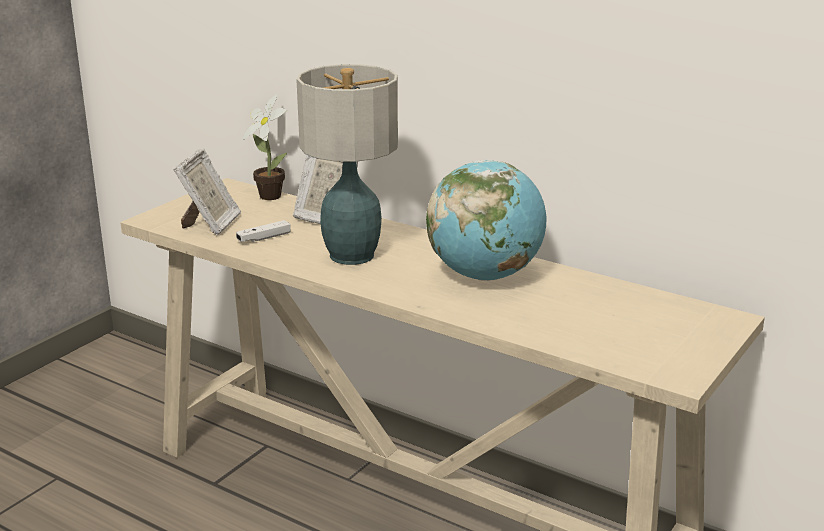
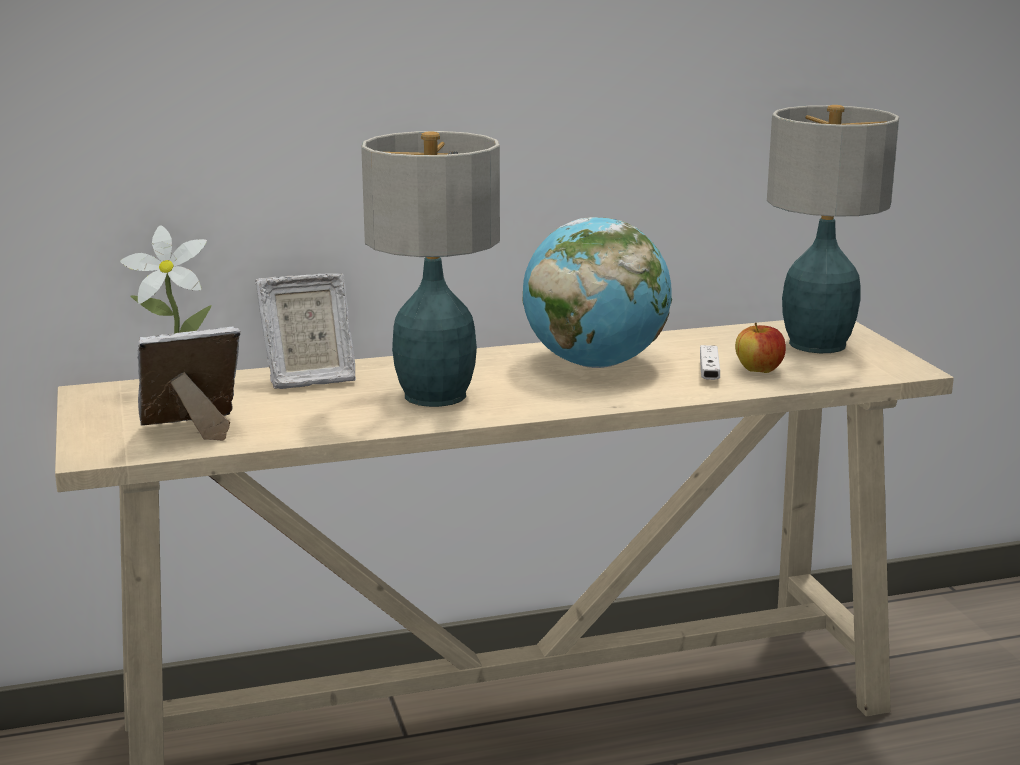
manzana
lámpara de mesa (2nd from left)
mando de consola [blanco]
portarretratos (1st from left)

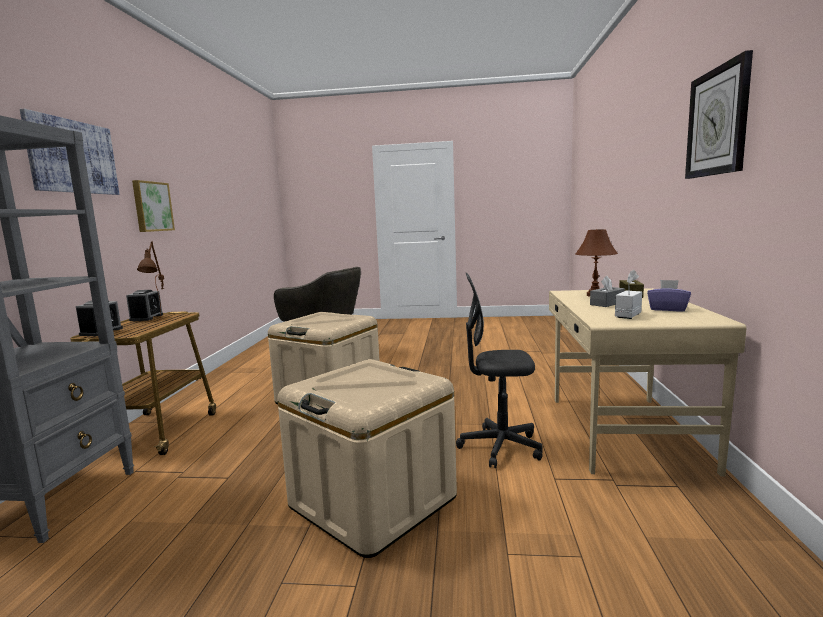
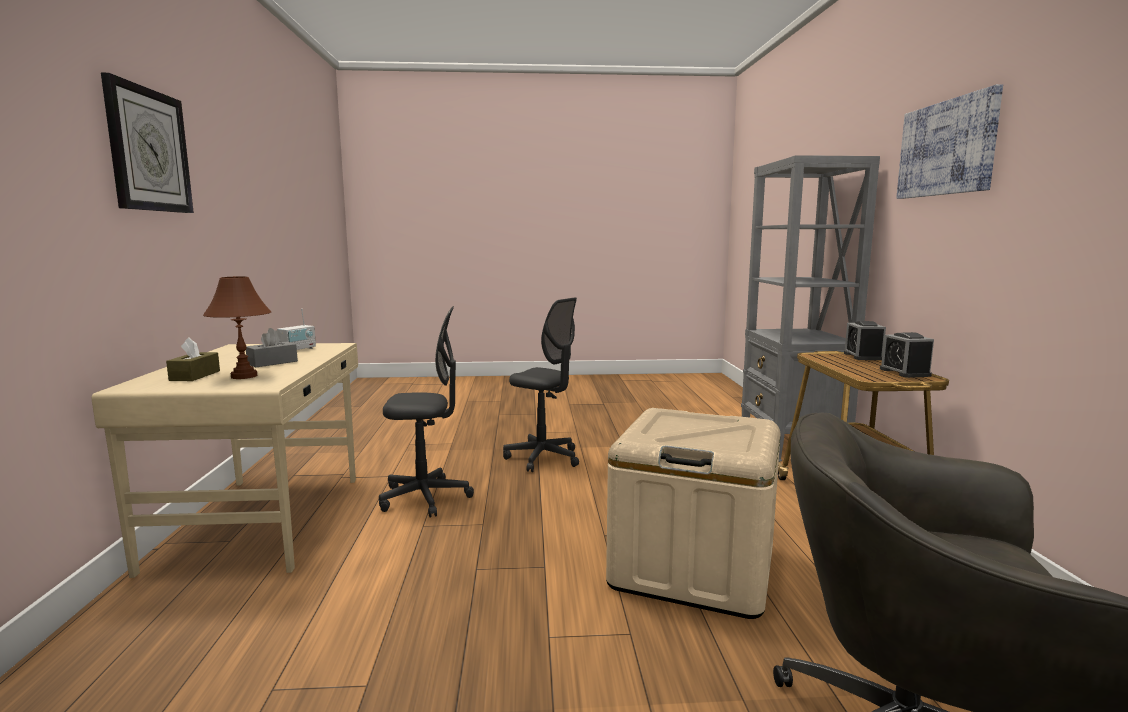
cuadro (2nd from left in the first image)
lámpara de mesa [marrón] (1st from left in the first image)
caja de pañuelos [morado]
silla de oficina [gris] (2nd from left)

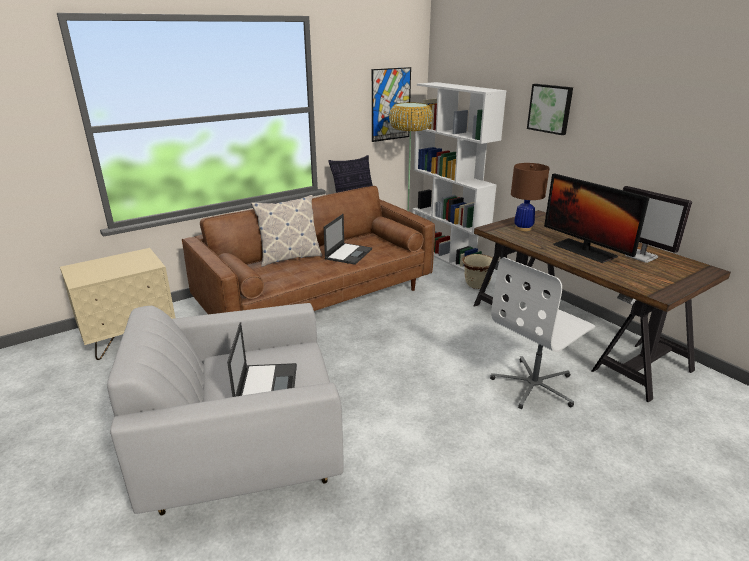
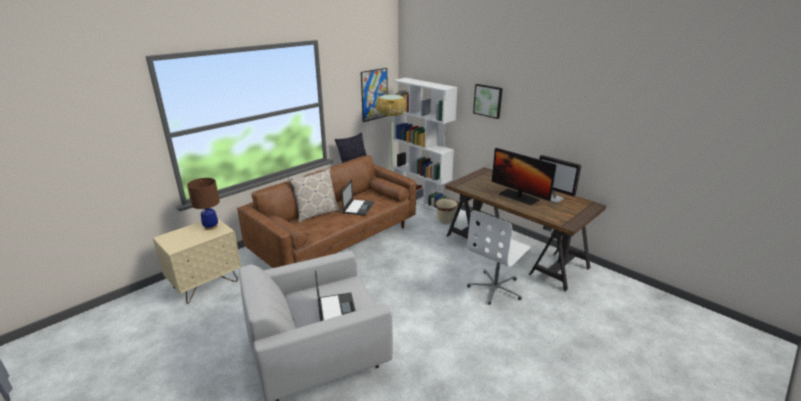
lámpara de mesa [marrón]

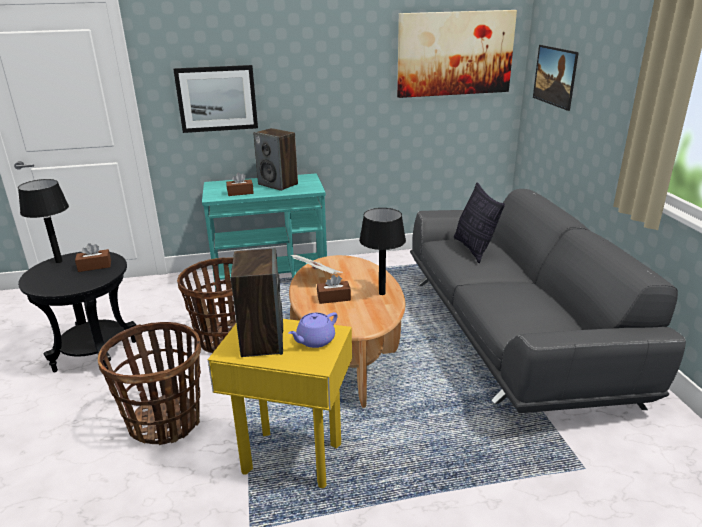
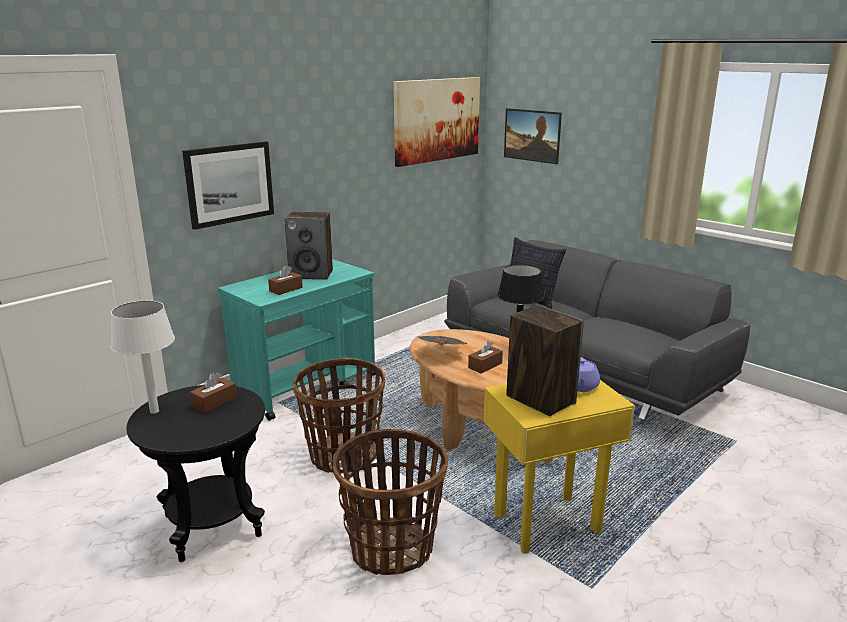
lámpara de mesa [blanco]

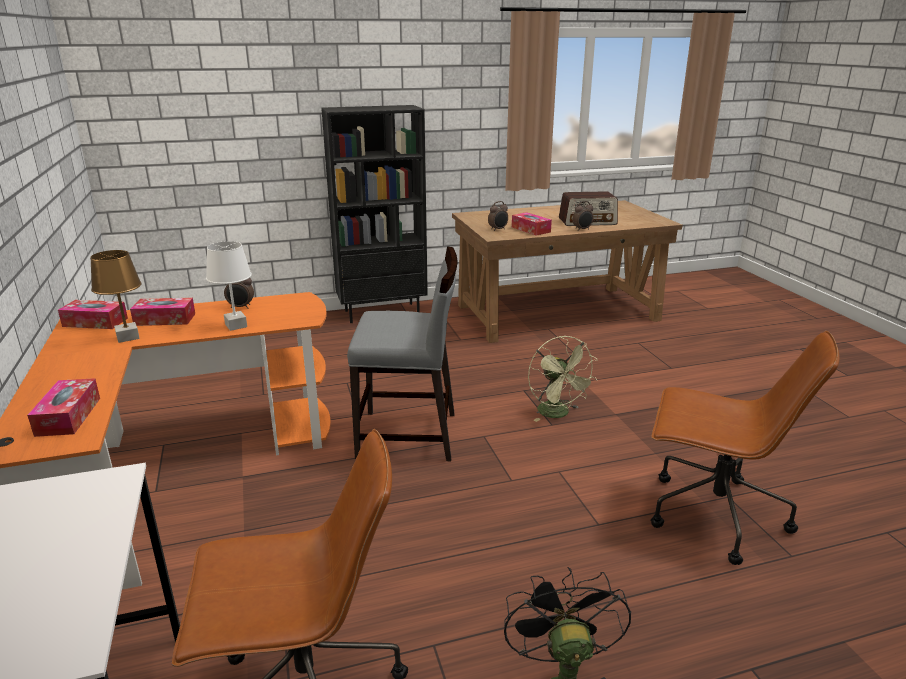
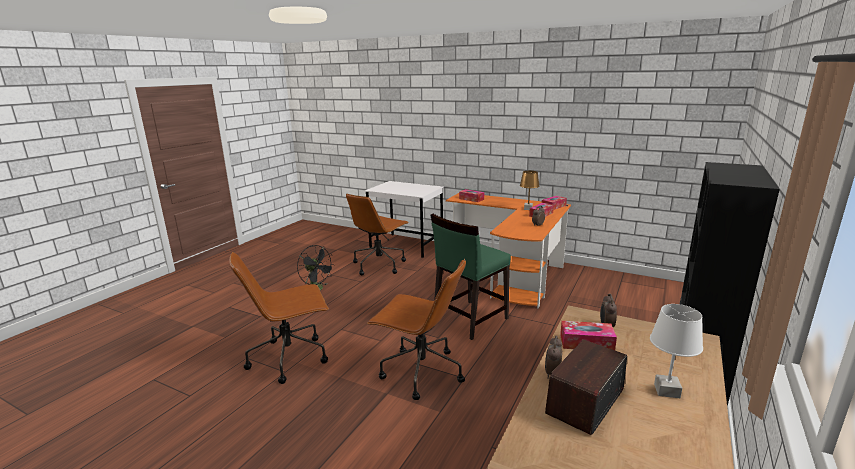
lámpara de mesa [blanco]
silla de oficina [marrón] (3rd from left)
silla [verde]

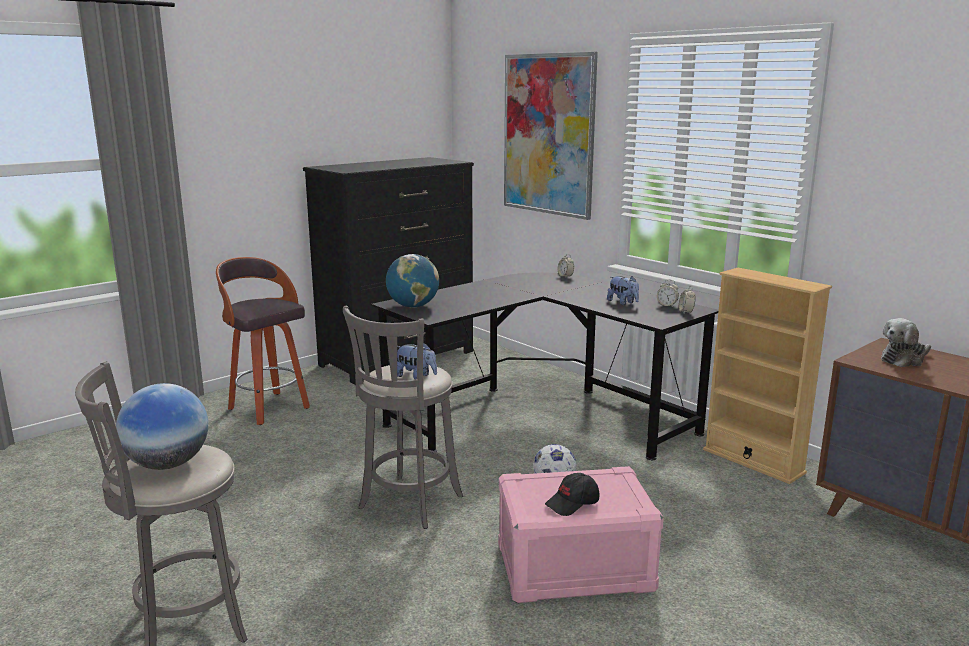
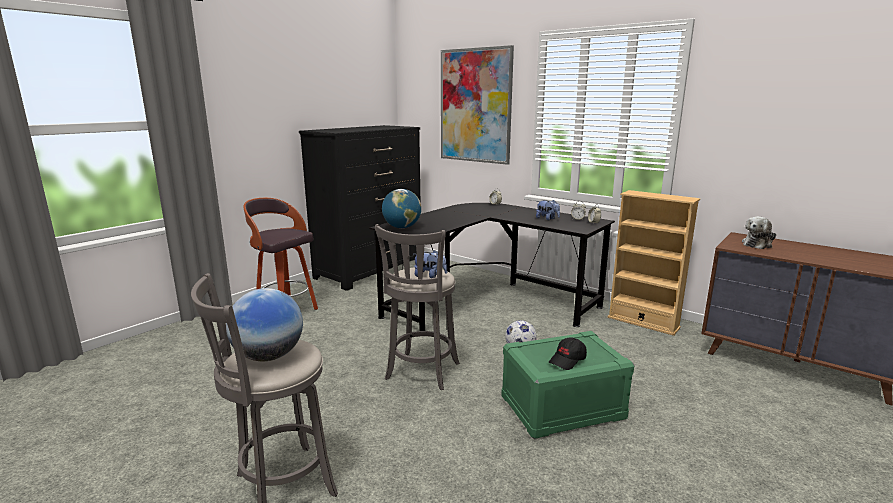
caja de almacenaje [verde]

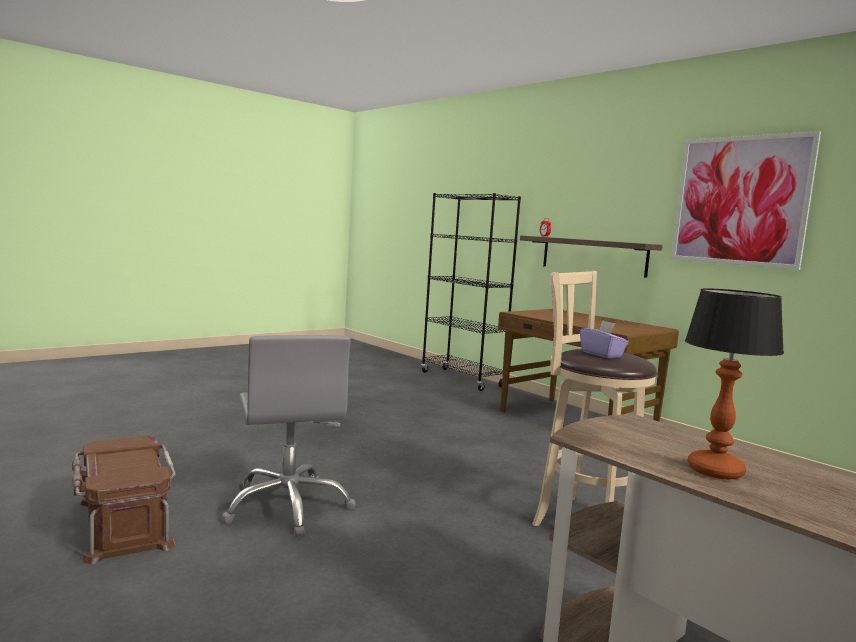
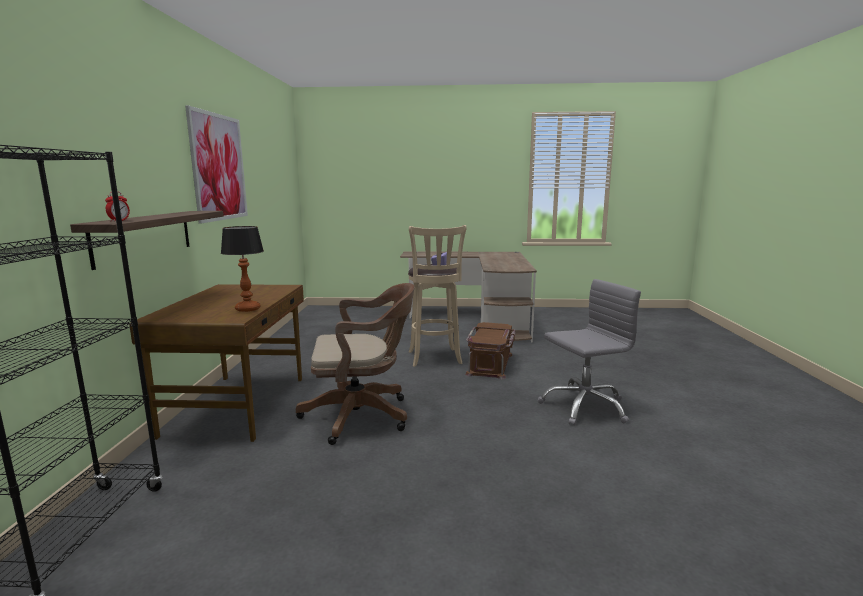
silla de oficina [marrón]
caja de almacenaje [marrón]
lámpara de mesa
silla de oficina [gris]

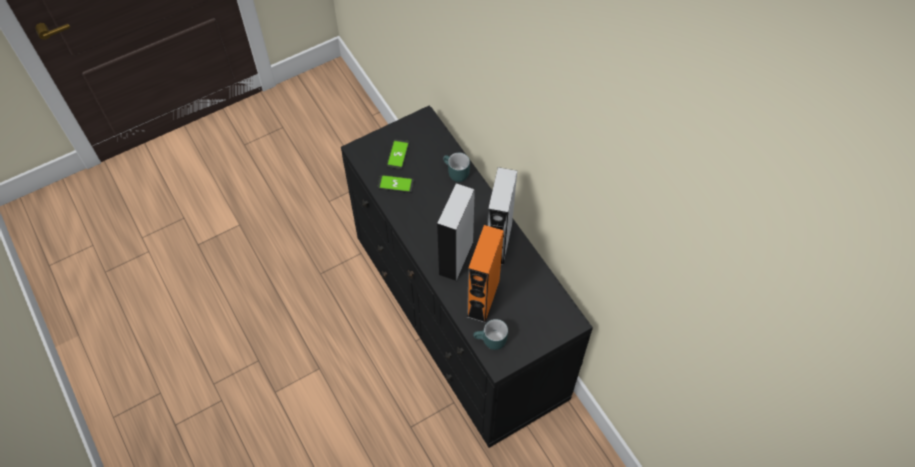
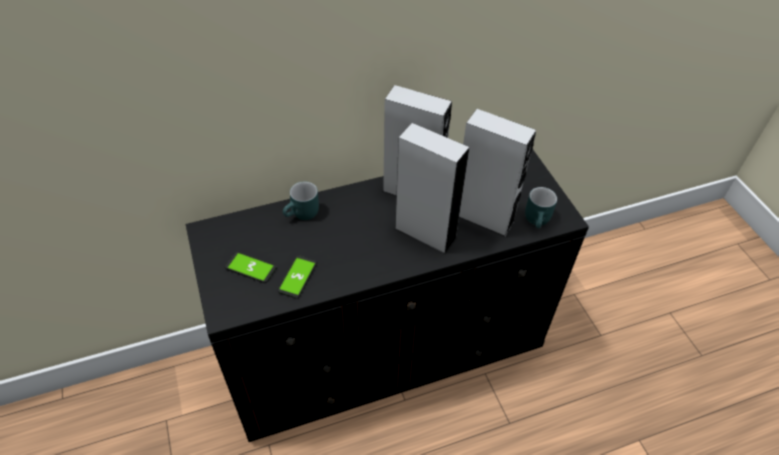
altavoz [gris] (3rd from left)

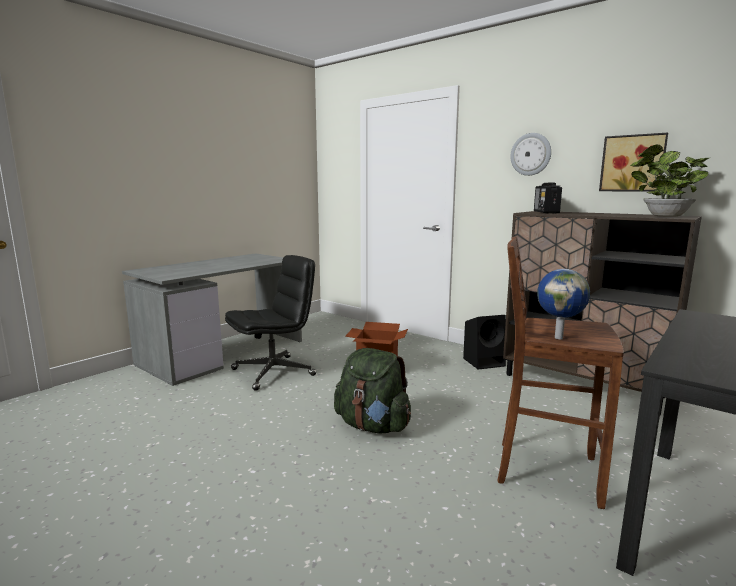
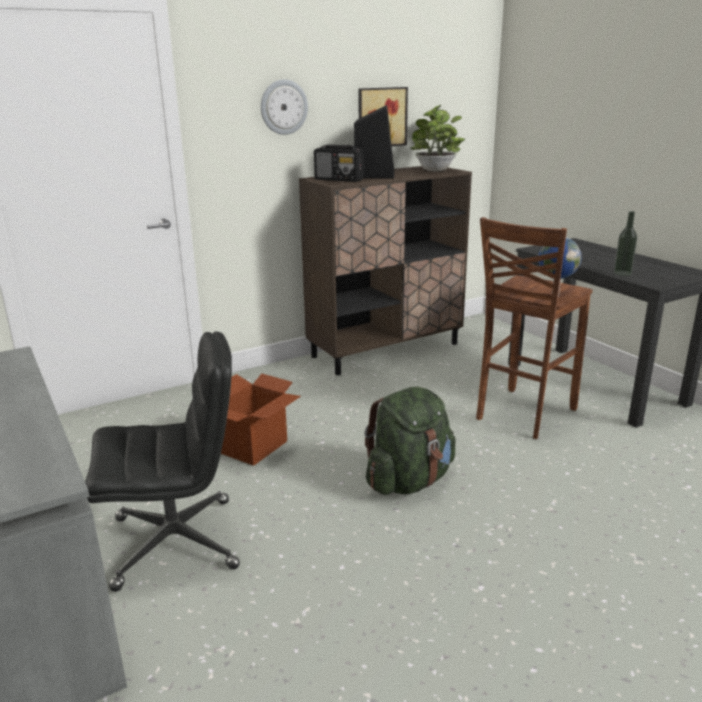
botella
altavoz [negro]
silla de oficina [negro]

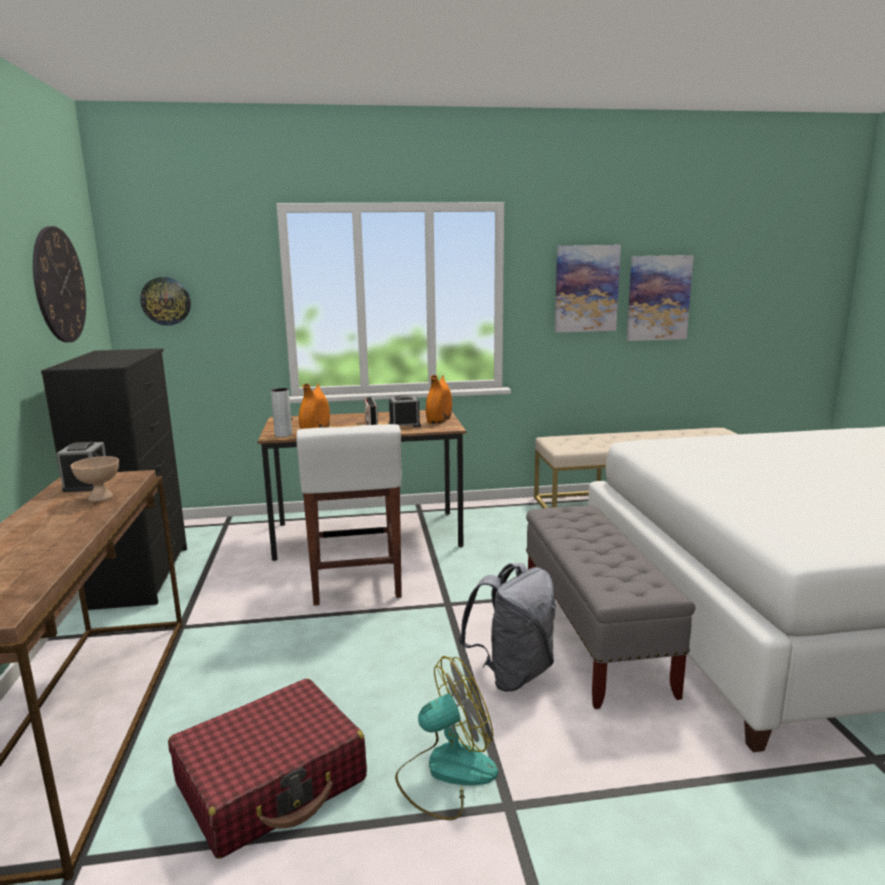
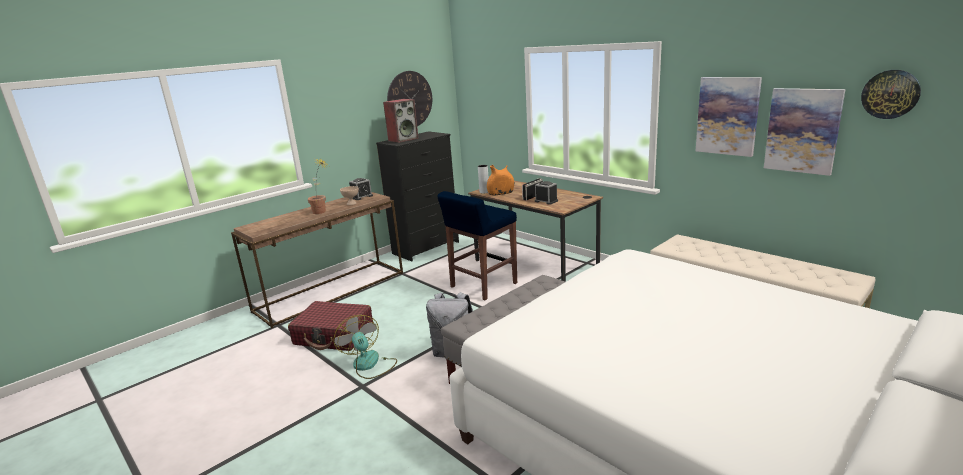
florero [naranja] (2nd from left in the first image)
planta en maceta
altavoz
reloj de pared (2nd from left)
taburete [azul]
ventilador

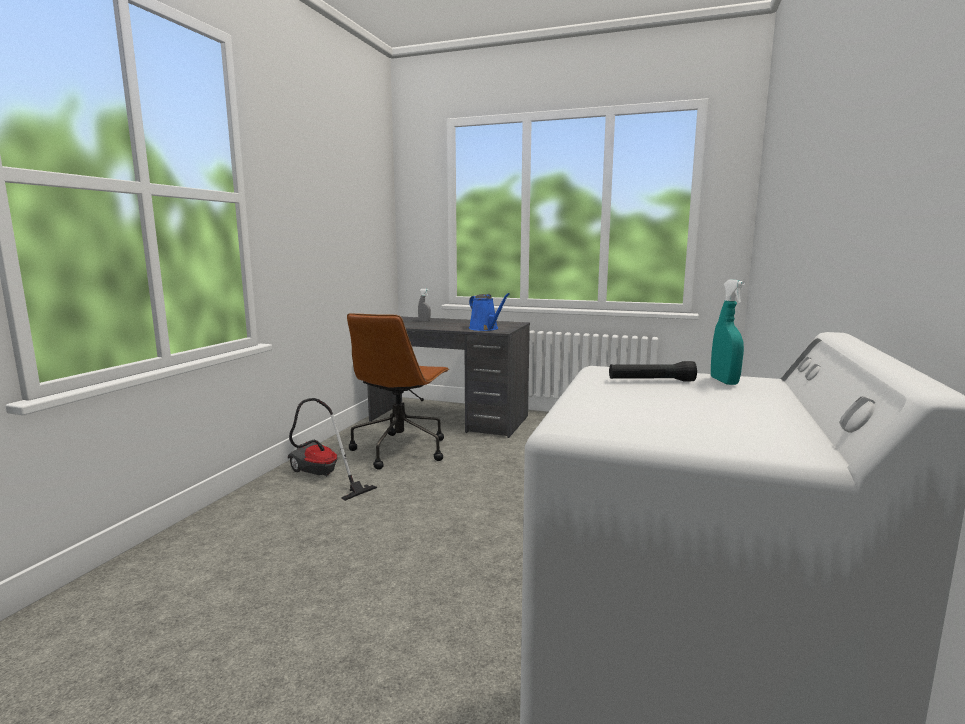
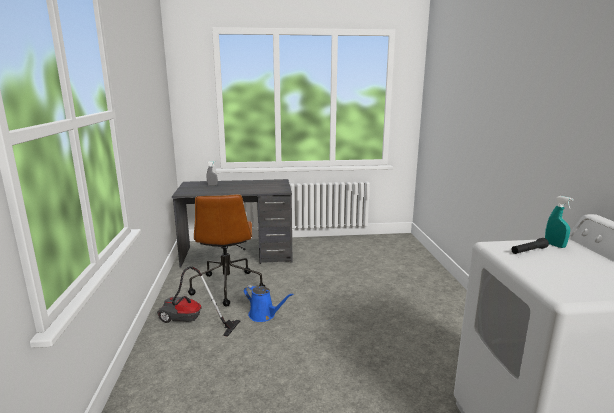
regadera [azul]

